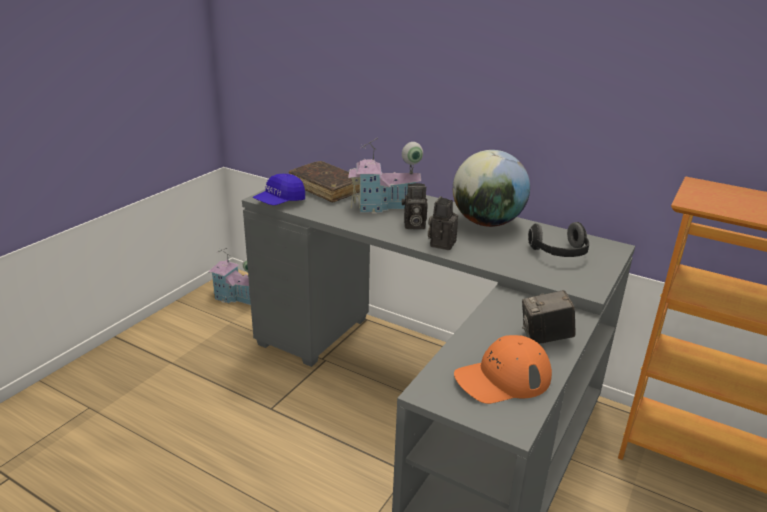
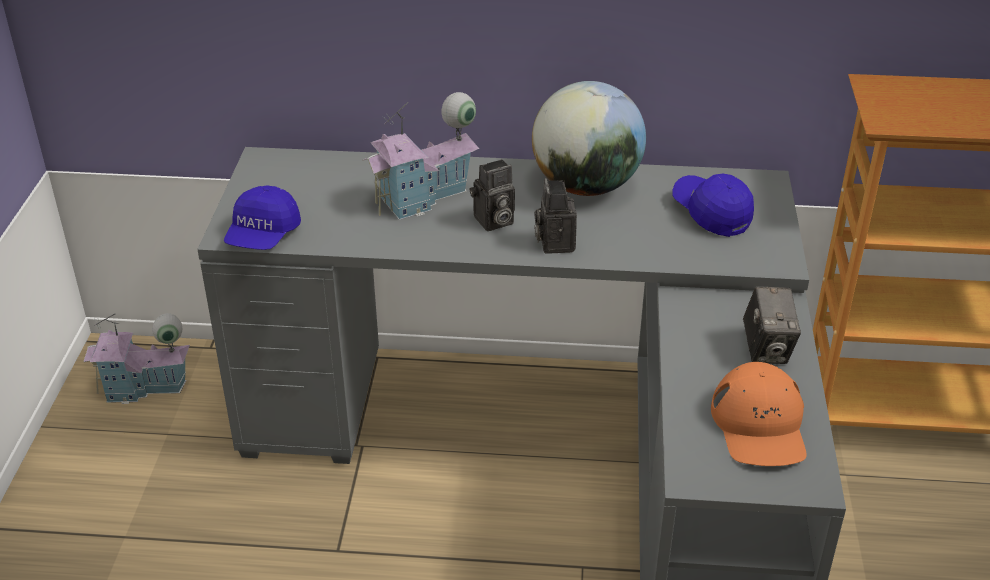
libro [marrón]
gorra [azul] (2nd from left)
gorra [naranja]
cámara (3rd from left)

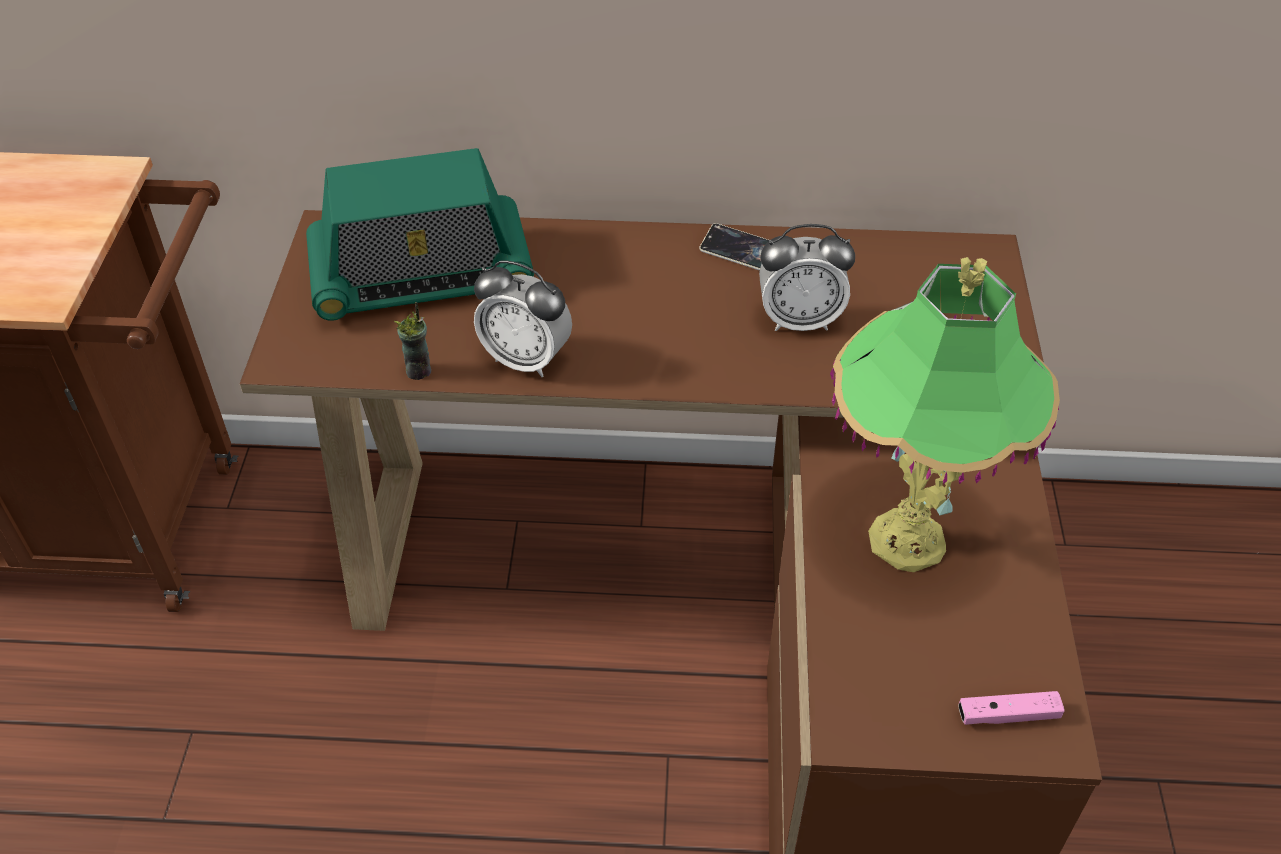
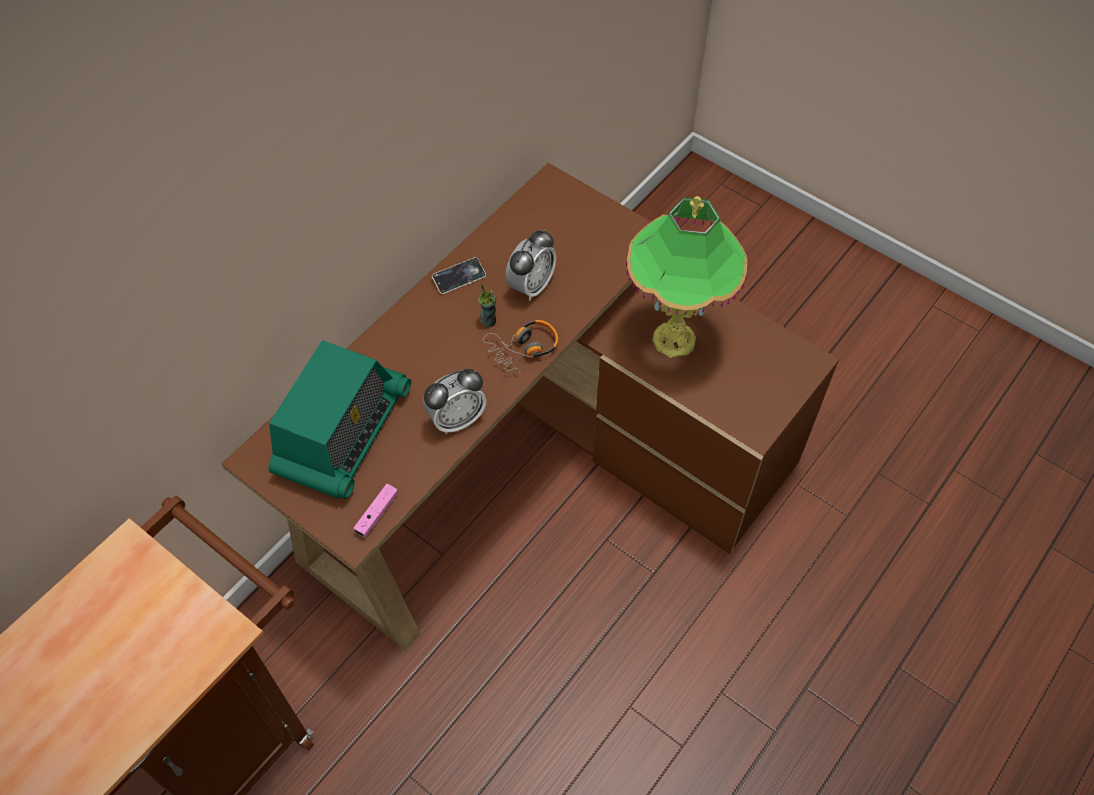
auriculares
taza
mando de consola [rosa]

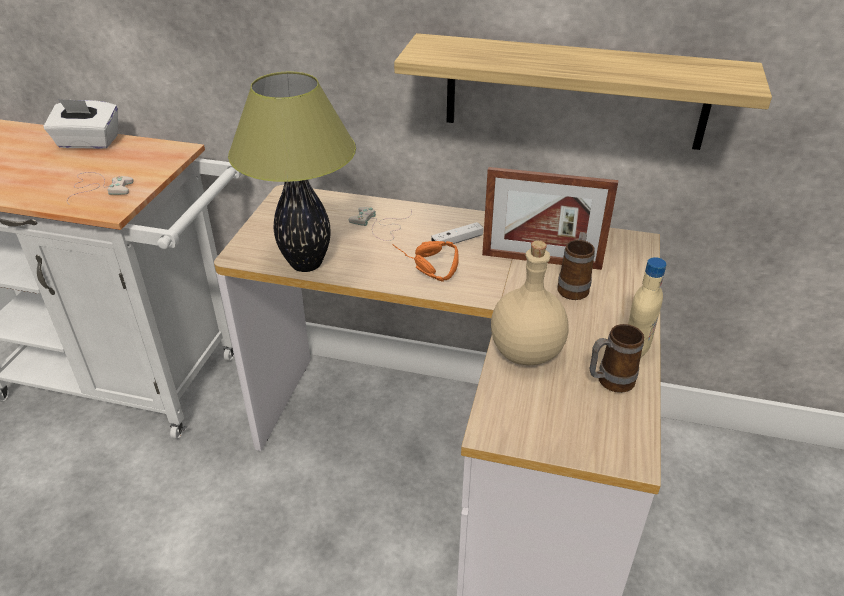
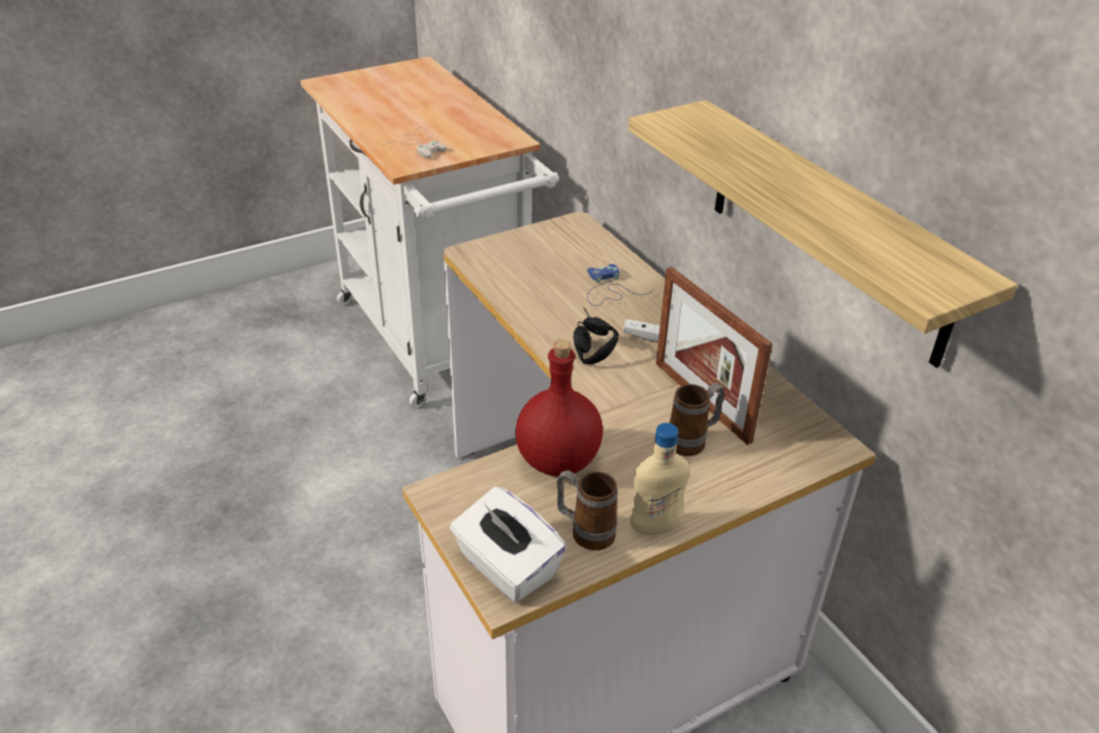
lámpara de mesa
caja de pañuelos [blanco]
mando de consola [azul]
auriculares [negro]
botella [rojo]

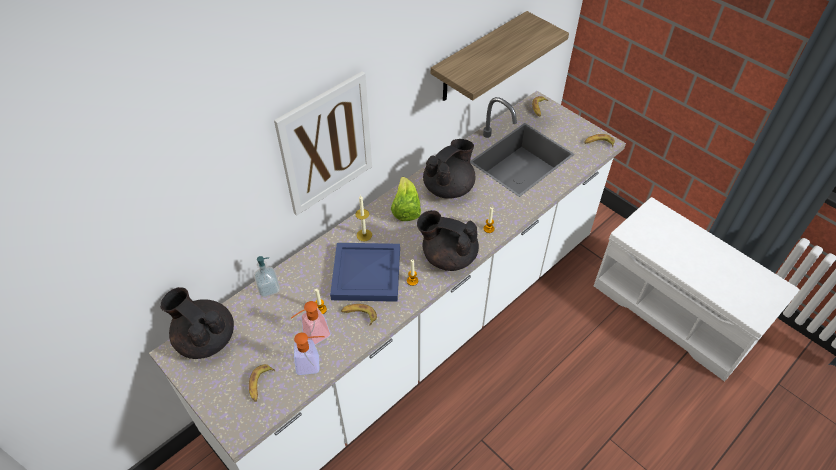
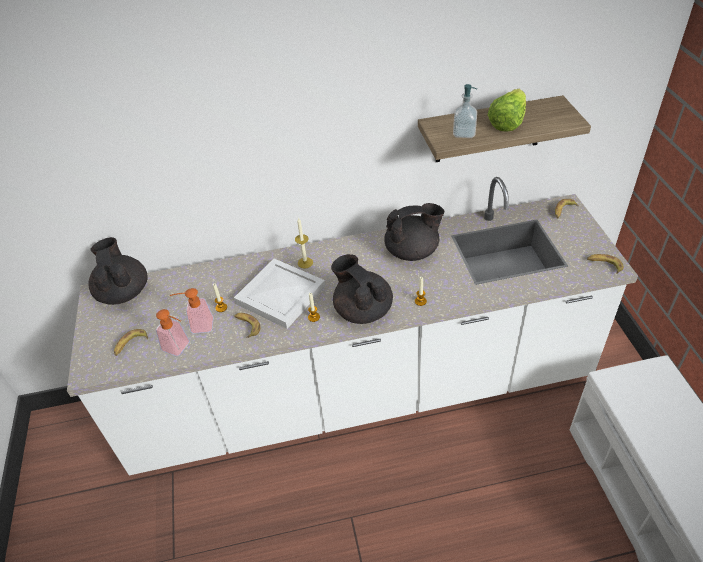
cuadro
dispensador de jabón (3rd from left)
lechuga
bandeja [blanco]

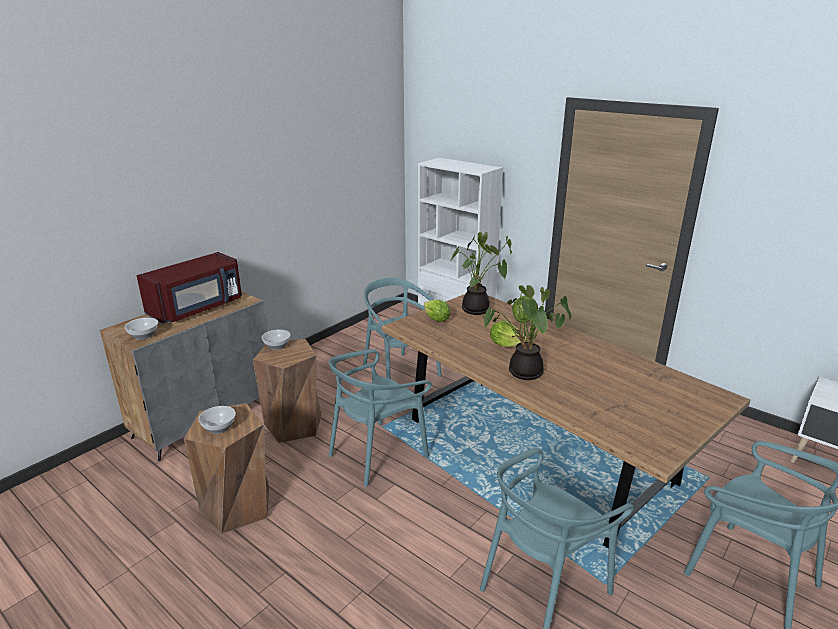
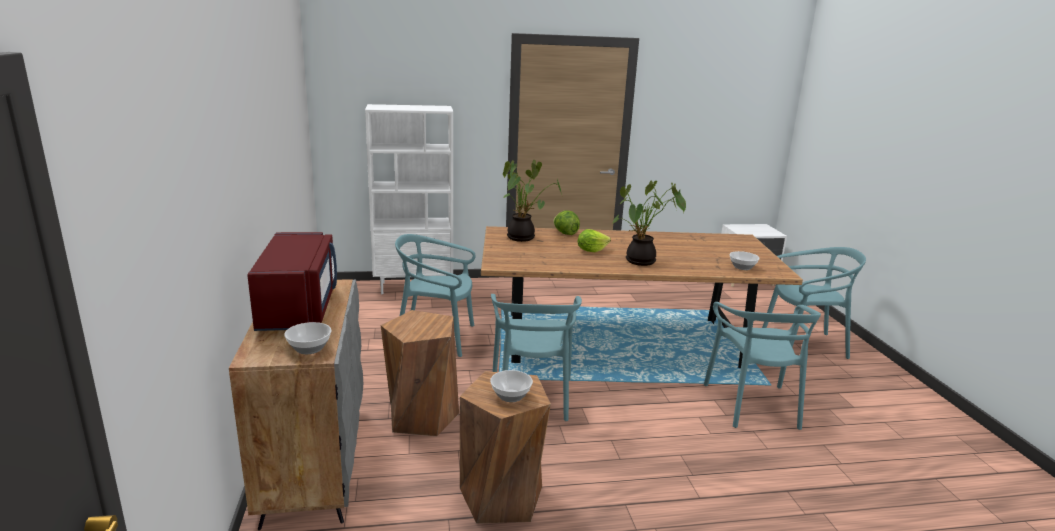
lechuga (1st from left in the first image)
cuenco (3rd from left)

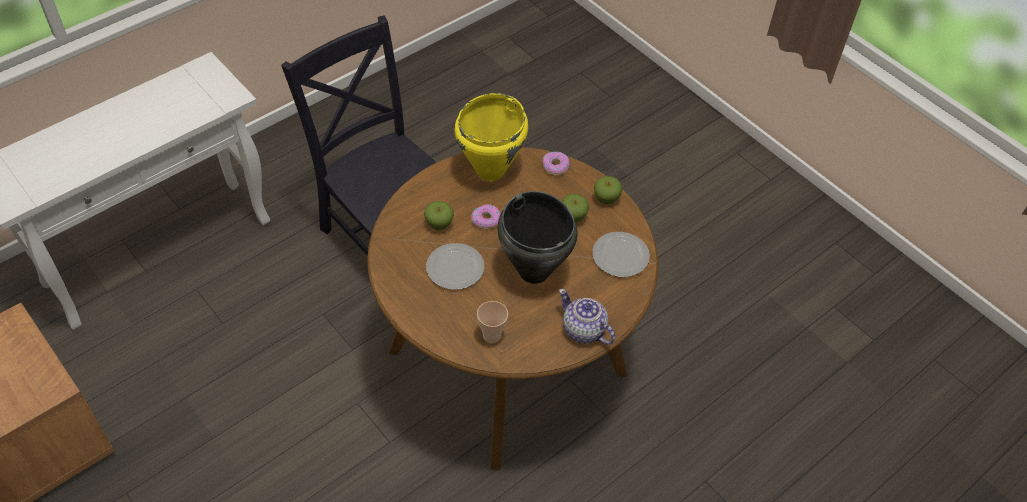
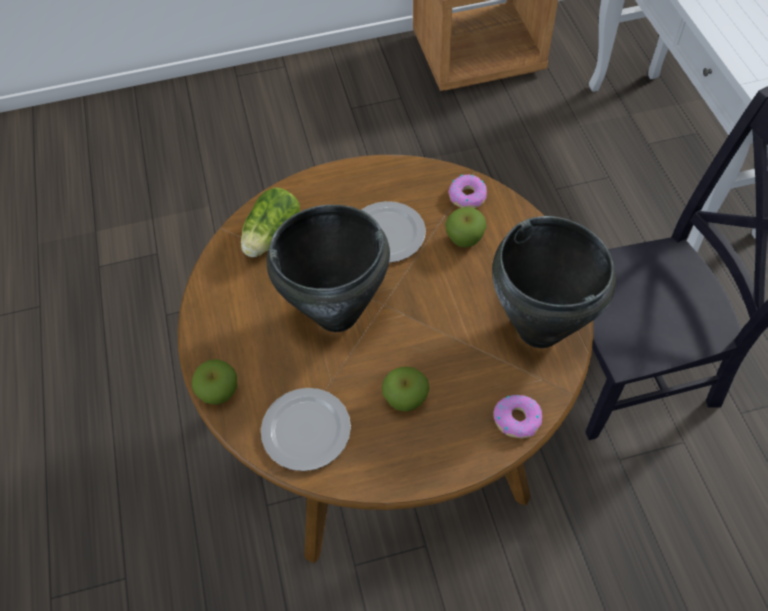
tetera
rosquilla (1st from left)
manzana (1st from left)
lechuga
olla [negro] (2nd from left)

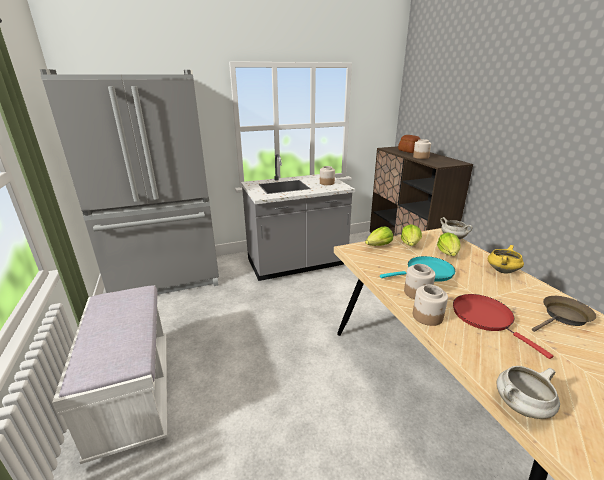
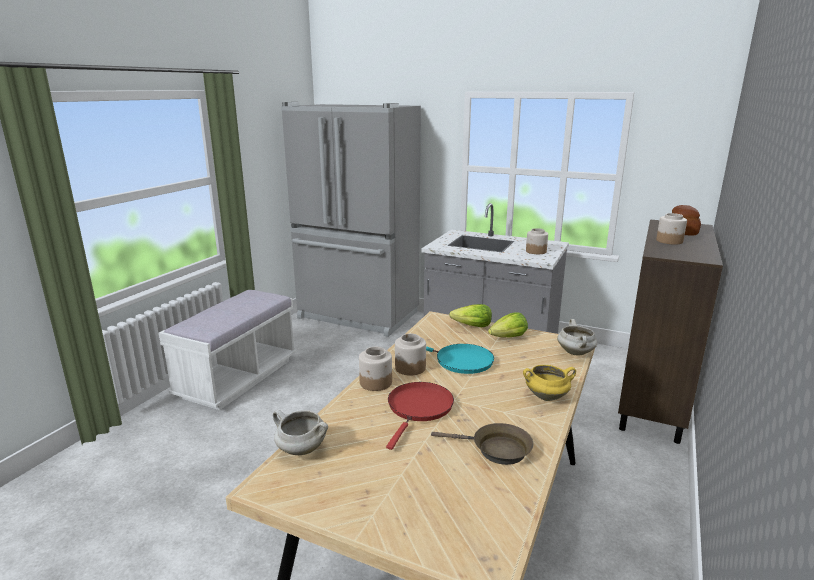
lechuga (3rd from left in the first image)

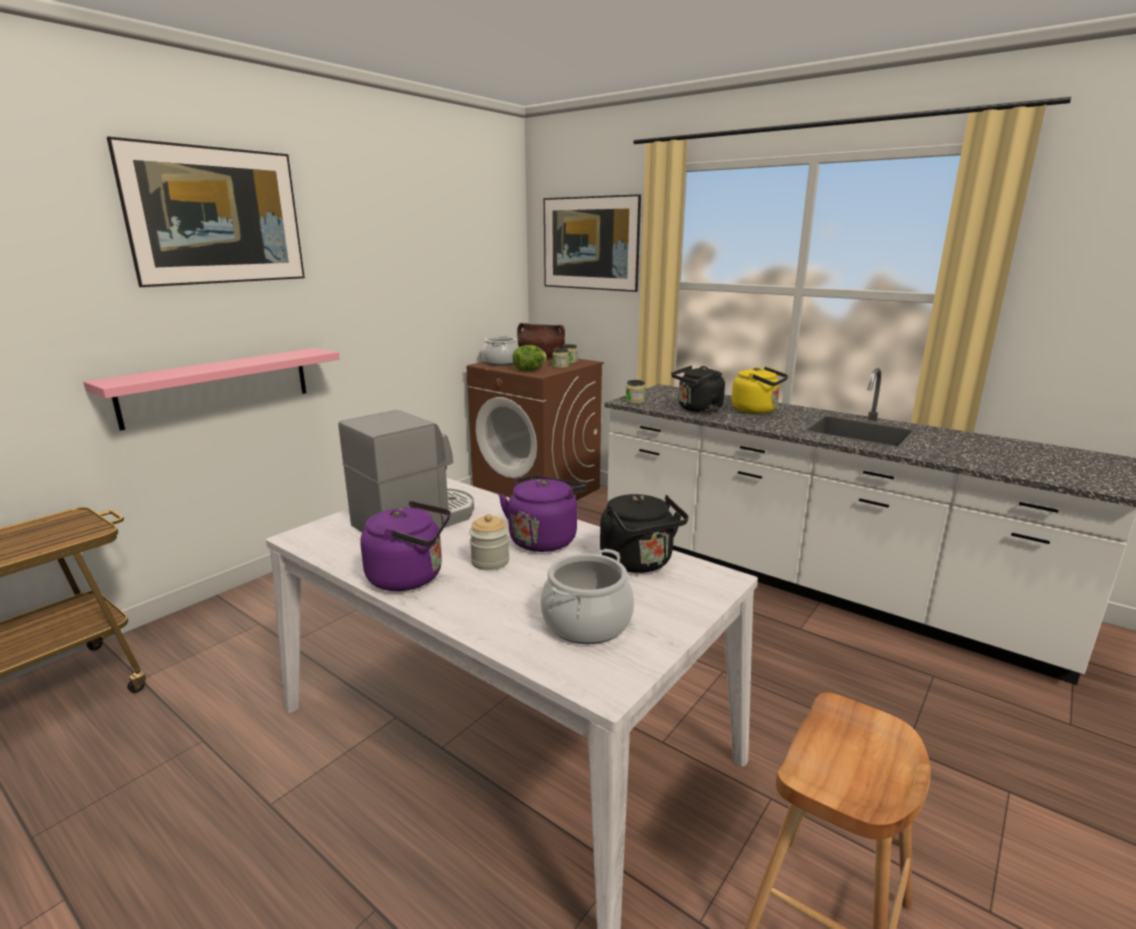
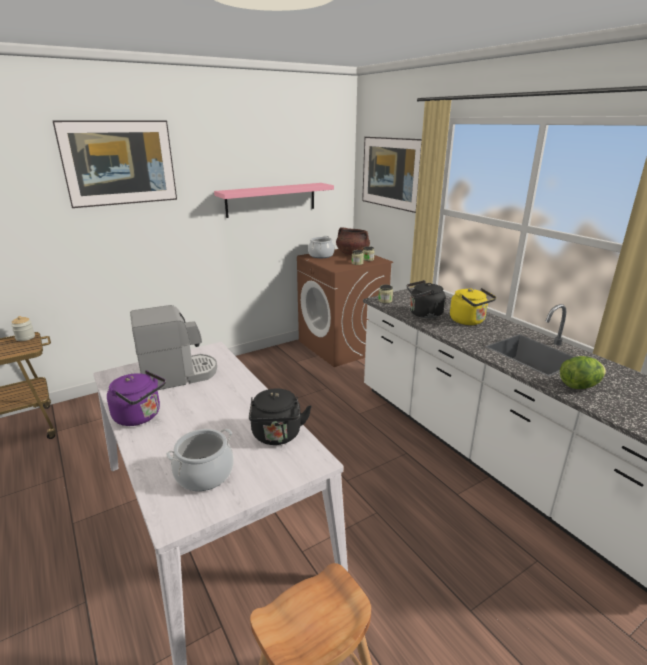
hervidor [morado] (2nd from left in the first image)
estante [rosa]
tarro (1st from left)
lechuga

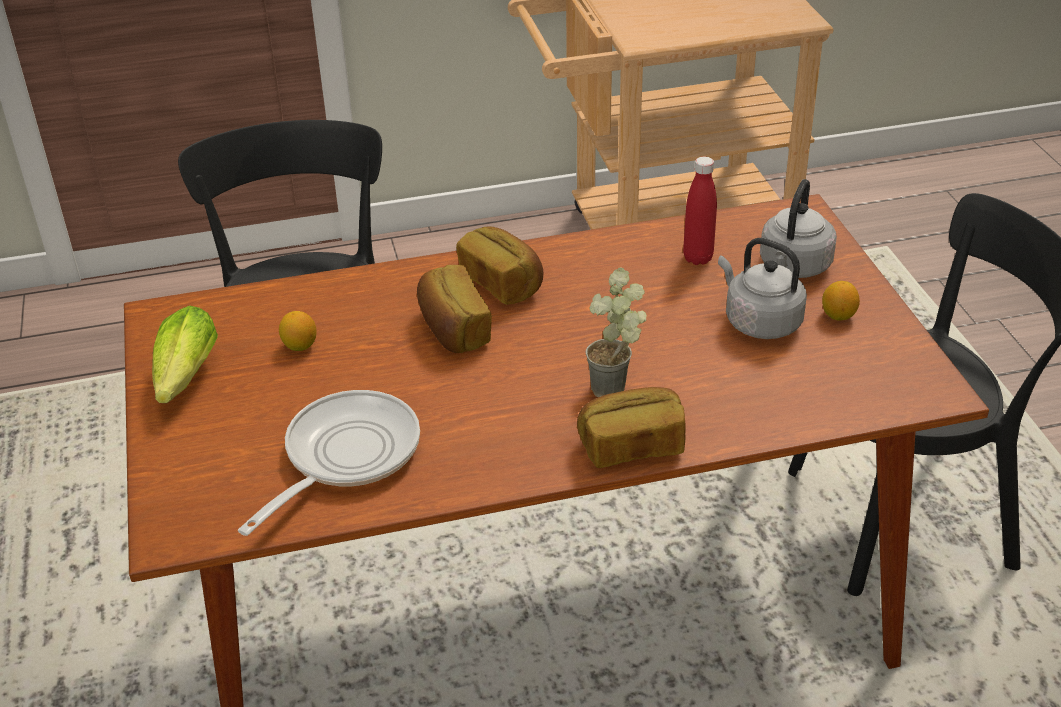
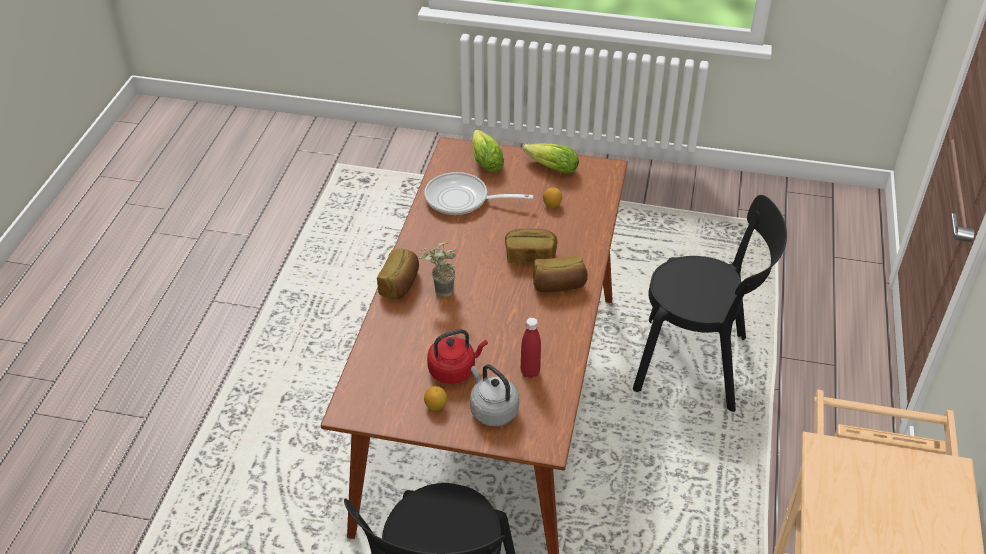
lechuga (1st from left)
hervidor [rojo]
sartén

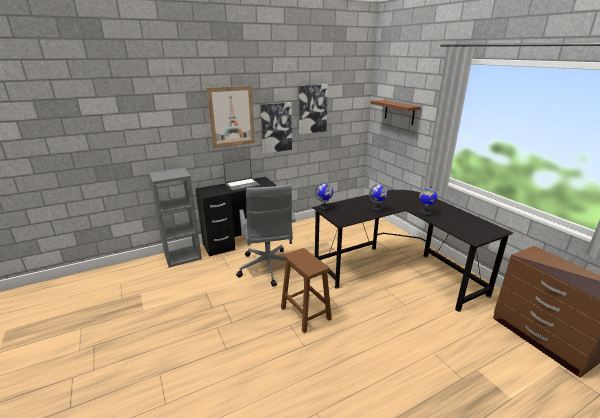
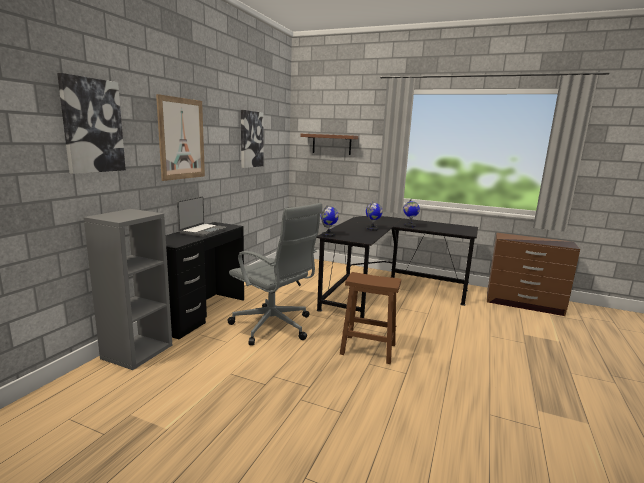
cuadro (1st from left)

